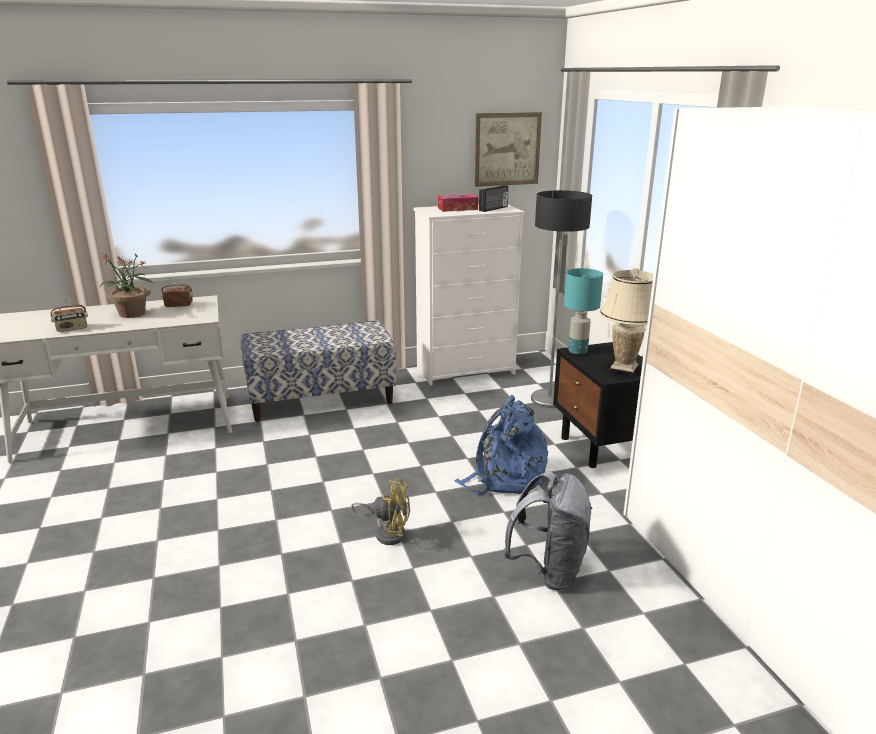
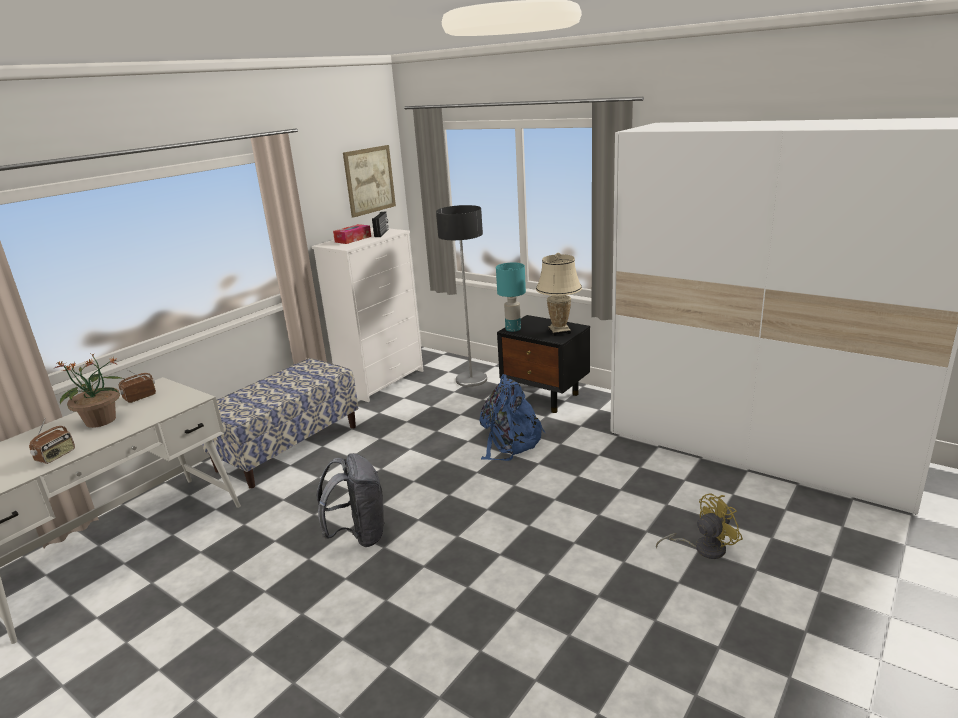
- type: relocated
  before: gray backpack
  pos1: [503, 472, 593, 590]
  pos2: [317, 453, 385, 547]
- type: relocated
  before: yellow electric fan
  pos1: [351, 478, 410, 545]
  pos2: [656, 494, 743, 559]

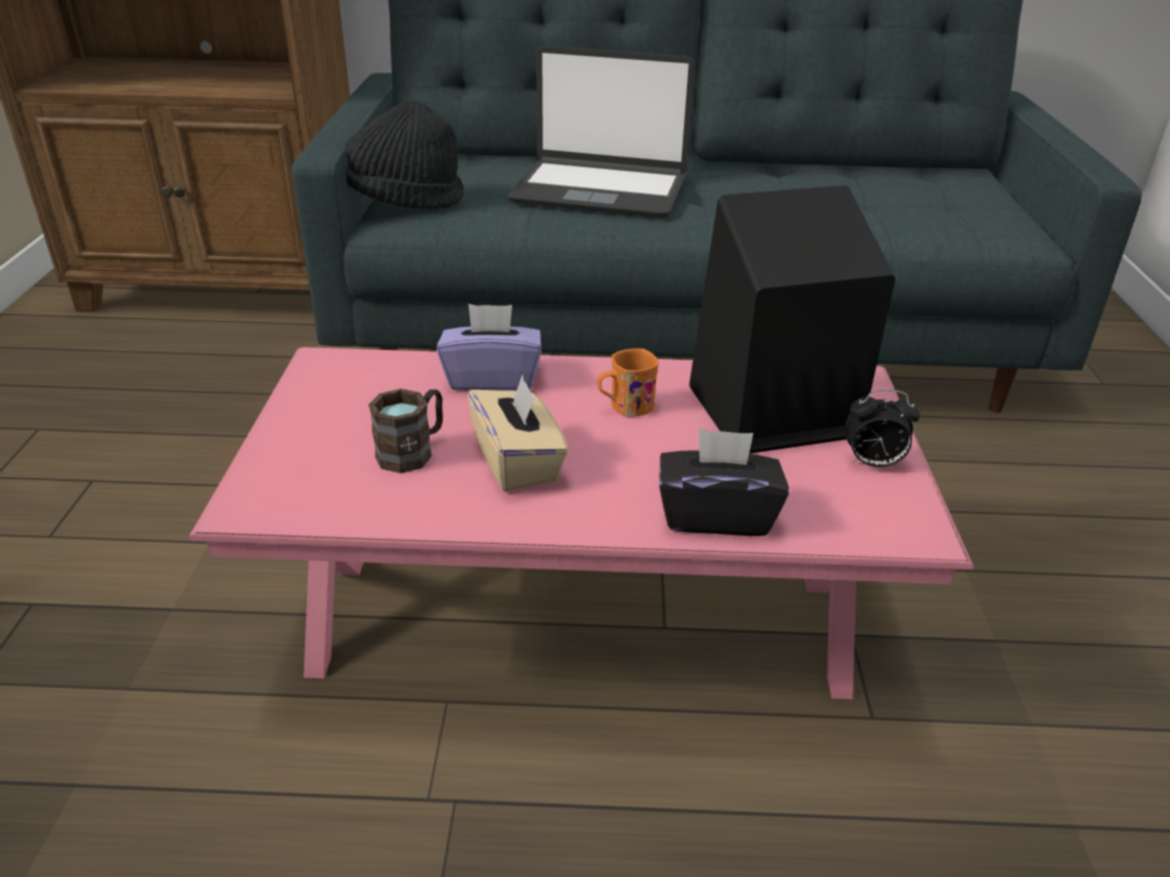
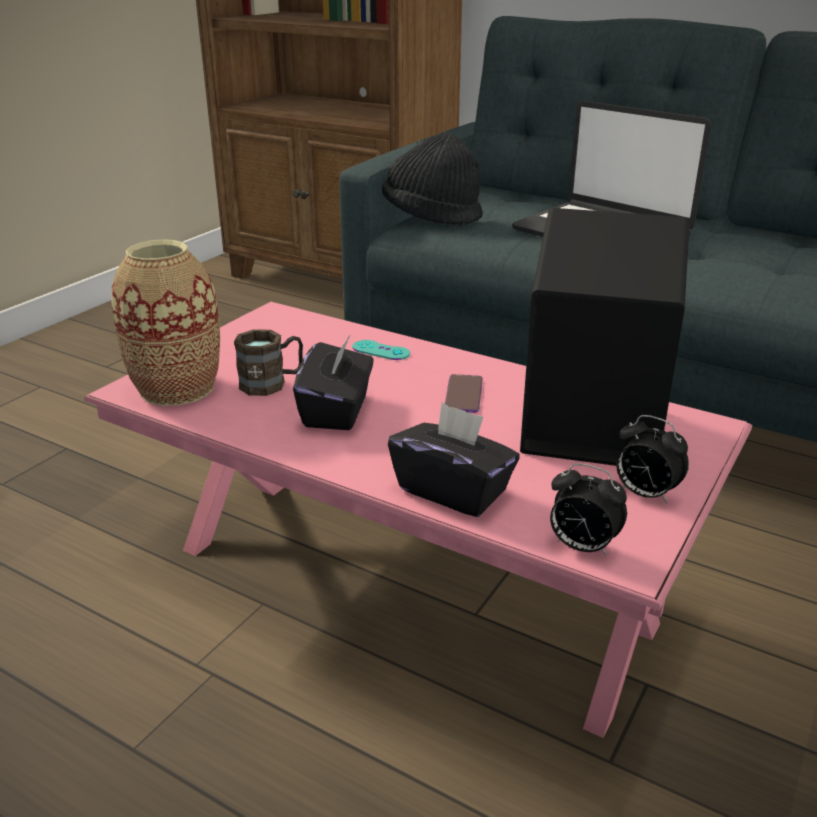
- type: exchanged
  before: purple box of tissues
  after: turquoise joypad
  pos1: [437, 304, 542, 391]
  pos2: [352, 340, 410, 360]
- type: exchanged
  before: orange mug
  after: handset
  pos1: [598, 348, 659, 417]
  pos2: [445, 374, 483, 413]
- type: colour
  before: beige box of tissues
  after: blackish box of tissues
  pos1: [468, 374, 569, 492]
  pos2: [293, 334, 374, 430]
- type: appeared
  after: vase
  pos2: [111, 239, 220, 406]
- type: appeared
  after: table clock
  pos2: [550, 463, 627, 557]

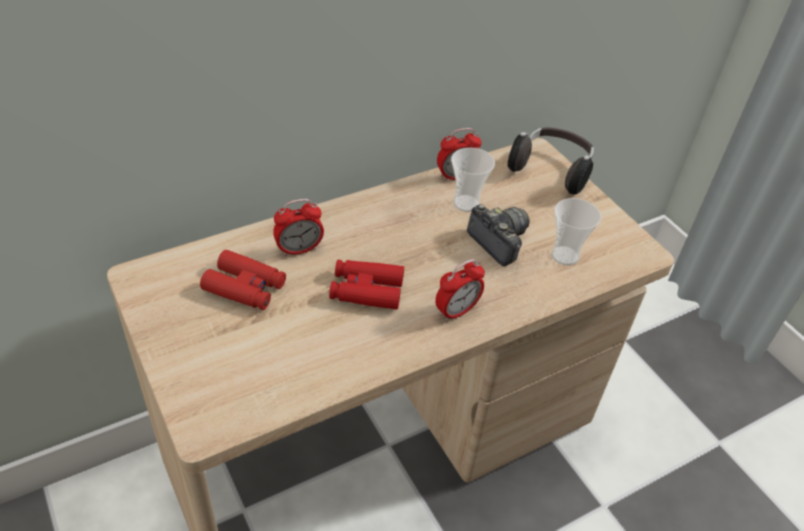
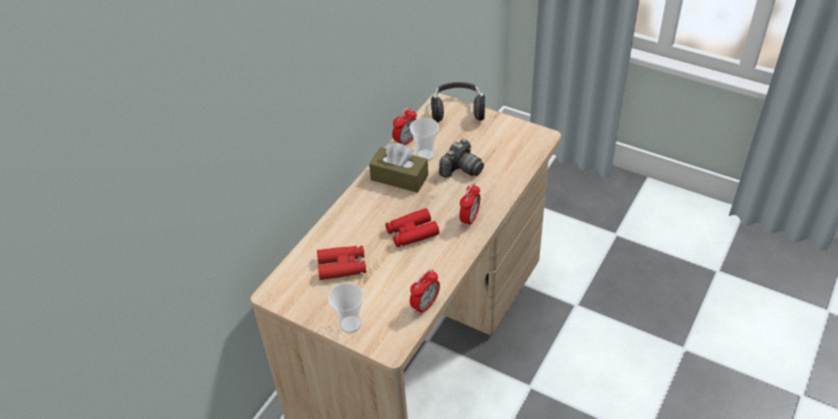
- type: relocated
  before: small cup
  pos1: [551, 198, 601, 266]
  pos2: [328, 283, 364, 333]
- type: relocated
  before: table clock
  pos1: [273, 199, 324, 257]
  pos2: [410, 269, 440, 315]
- type: spun
  before: photo camera
  pos1: [467, 204, 530, 266]
  pos2: [439, 139, 484, 178]
  turn: 105
- type: appeared
  after: brown box of tissues
  pos2: [369, 143, 428, 193]

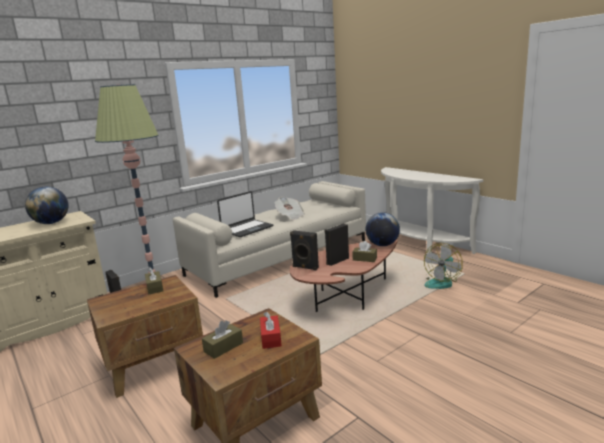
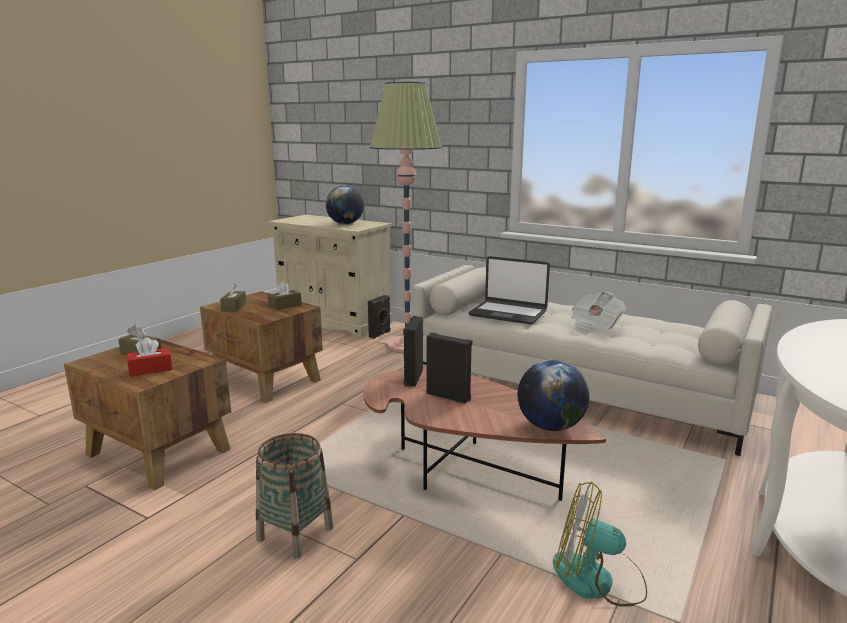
- type: relocated
  before: brown box of tissues
  pos1: [352, 241, 377, 262]
  pos2: [220, 283, 246, 312]
- type: appeared
  after: household basket
  pos2: [256, 433, 333, 558]

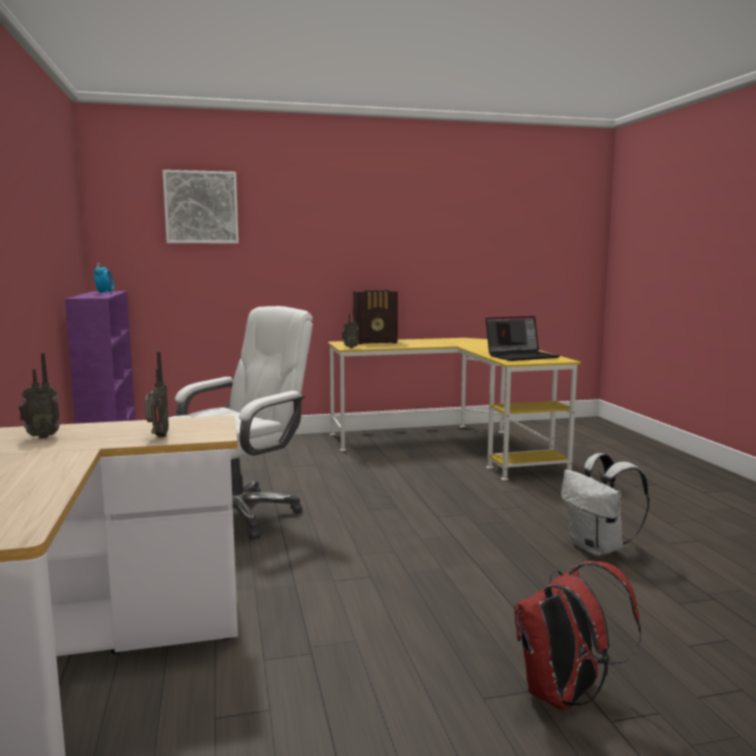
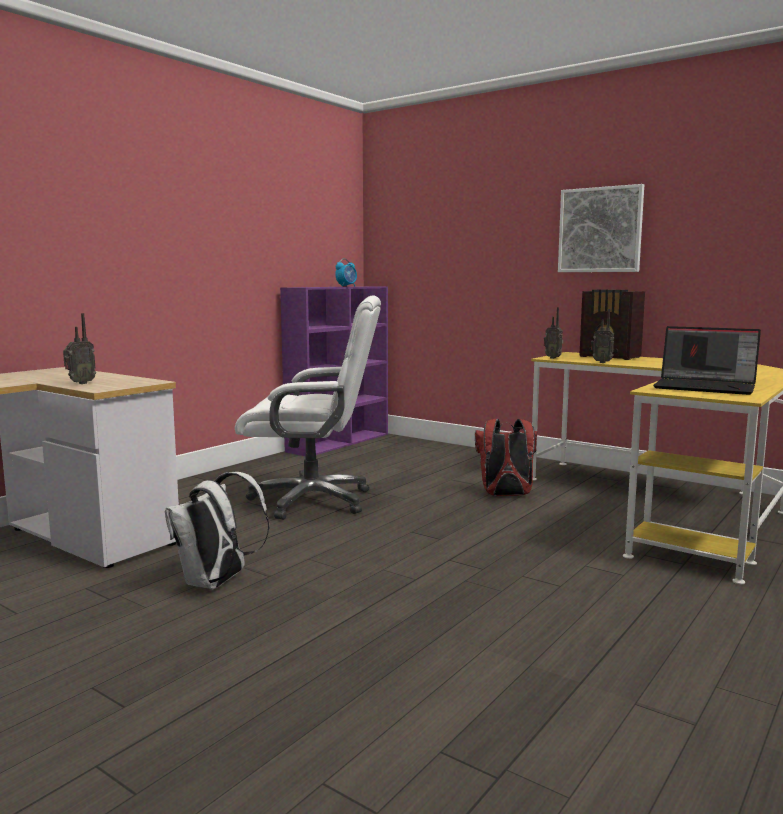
- type: relocated
  before: picture
  pos1: [163, 170, 239, 243]
  pos2: [558, 184, 644, 272]
- type: relocated
  before: radio receiver
  pos1: [18, 352, 60, 439]
  pos2: [591, 309, 614, 363]
- type: relocated
  before: white-coloured backpack
  pos1: [561, 453, 650, 556]
  pos2: [165, 472, 270, 589]
- type: relocated
  before: red-coloured backpack
  pos1: [515, 561, 641, 711]
  pos2: [475, 419, 537, 496]

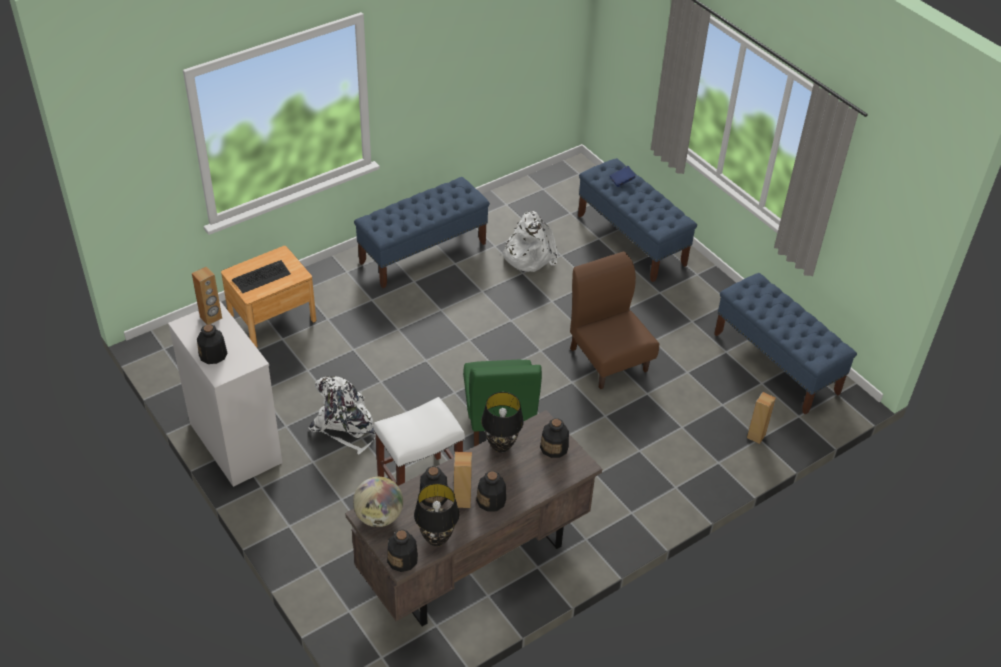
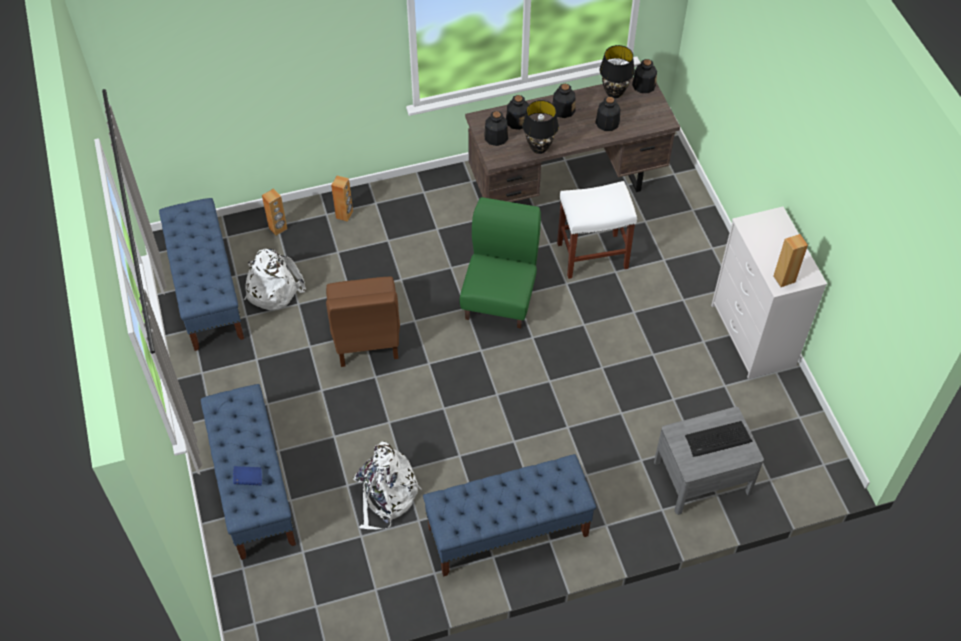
- type: colour
  before: brown bedside table
  after: gray bedside table
  pos1: [221, 246, 316, 348]
  pos2: [654, 407, 764, 515]
- type: relocated
  before: bottle
  pos1: [197, 324, 227, 364]
  pos2: [506, 95, 530, 130]
- type: relocated
  before: white-coloured backpack
  pos1: [309, 376, 376, 455]
  pos2: [244, 249, 306, 310]
- type: relocated
  before: brown audio speaker
  pos1: [453, 452, 472, 508]
  pos2: [331, 176, 353, 222]
- type: missing
  before: desk globe
  pos1: [353, 477, 403, 527]

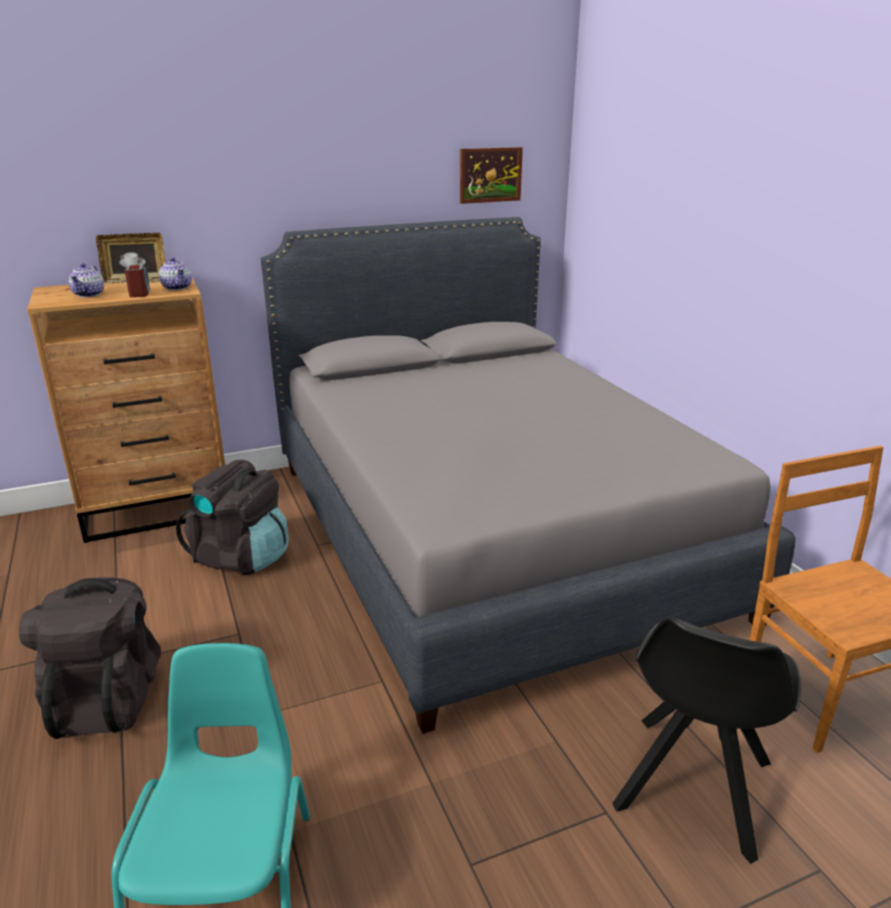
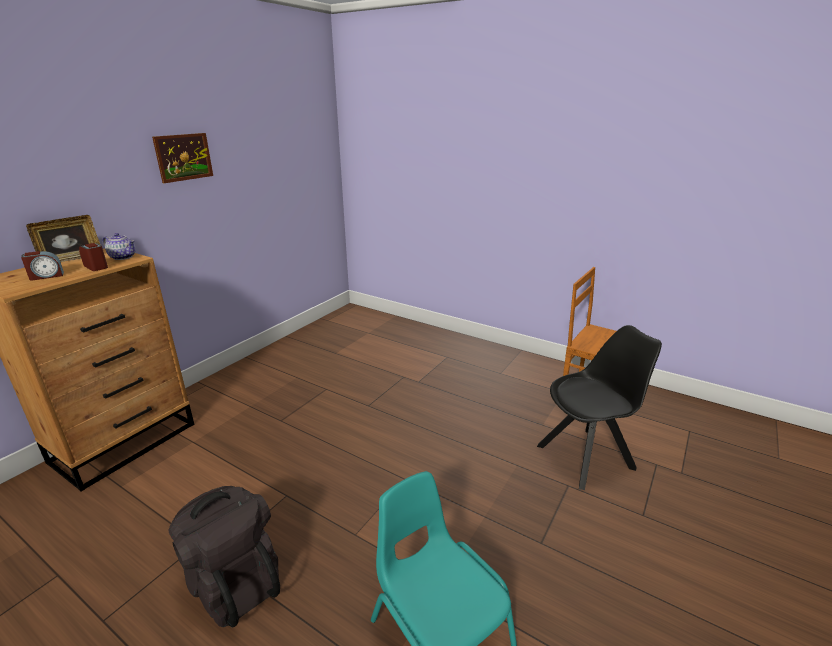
- type: relocated
  before: picture
  pos1: [460, 147, 523, 204]
  pos2: [152, 133, 213, 183]
- type: missing
  before: gray bed
  pos1: [261, 217, 796, 734]
- type: exchanged
  before: tea pot
  after: table clock
  pos1: [69, 263, 104, 297]
  pos2: [21, 251, 64, 280]
- type: missing
  before: blackish backpack
  pos1: [176, 460, 289, 575]
- type: spun
  before: blackish upright chair
  pos1: [612, 616, 801, 864]
  pos2: [537, 325, 662, 490]
  turn: -105

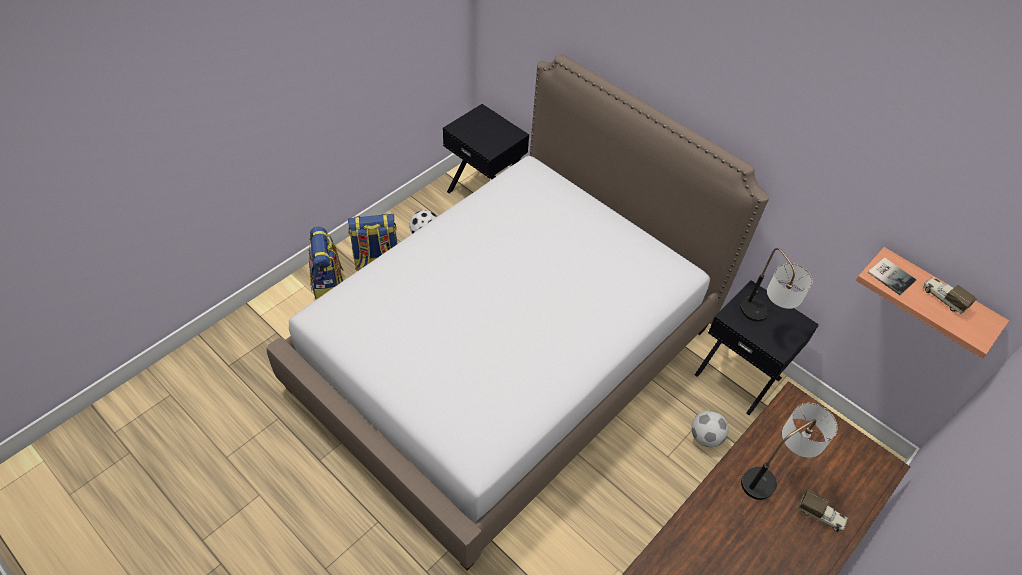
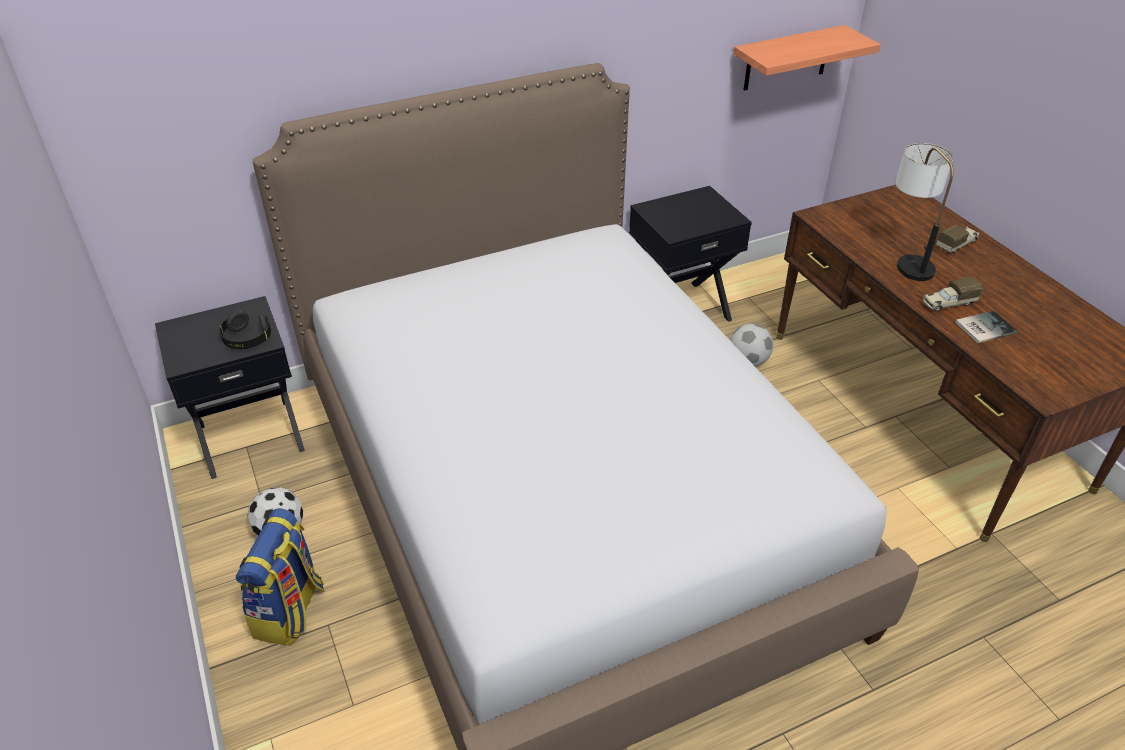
- type: missing
  before: backpack
  pos1: [308, 227, 344, 300]
- type: missing
  before: tabletop lamp
  pos1: [740, 248, 812, 322]
- type: relocated
  before: bound book
  pos1: [867, 257, 917, 295]
  pos2: [955, 311, 1018, 343]
- type: relocated
  before: toy truck
  pos1: [923, 277, 977, 314]
  pos2: [923, 277, 983, 312]
- type: appeared
  after: blackish pair of headphones
  pos2: [220, 311, 271, 349]

